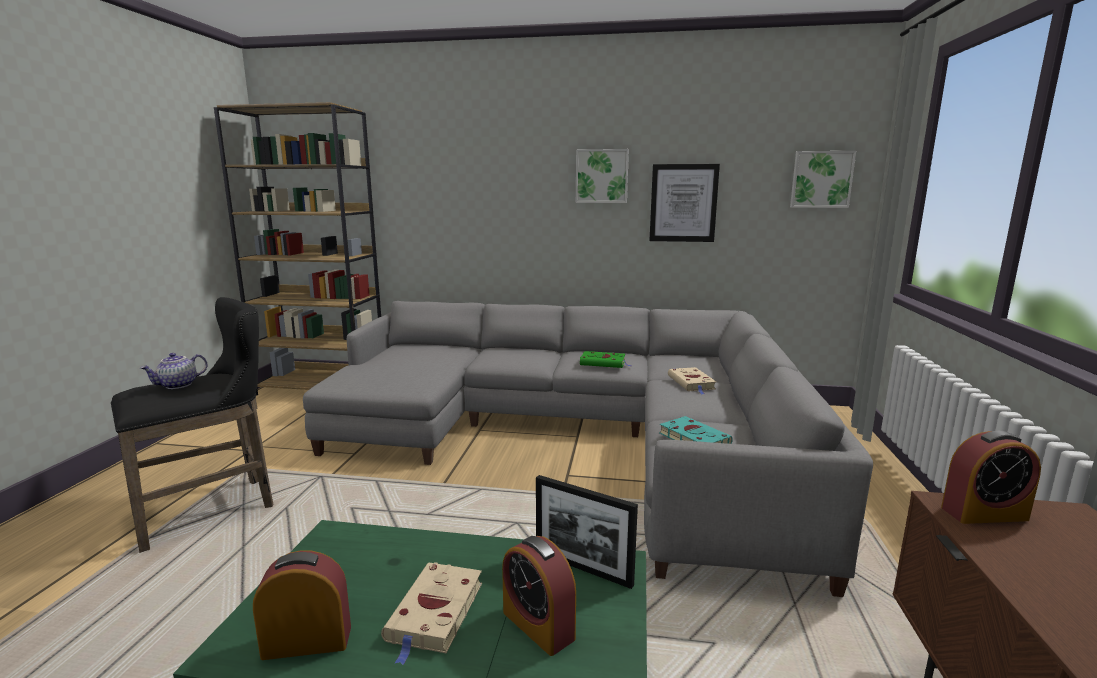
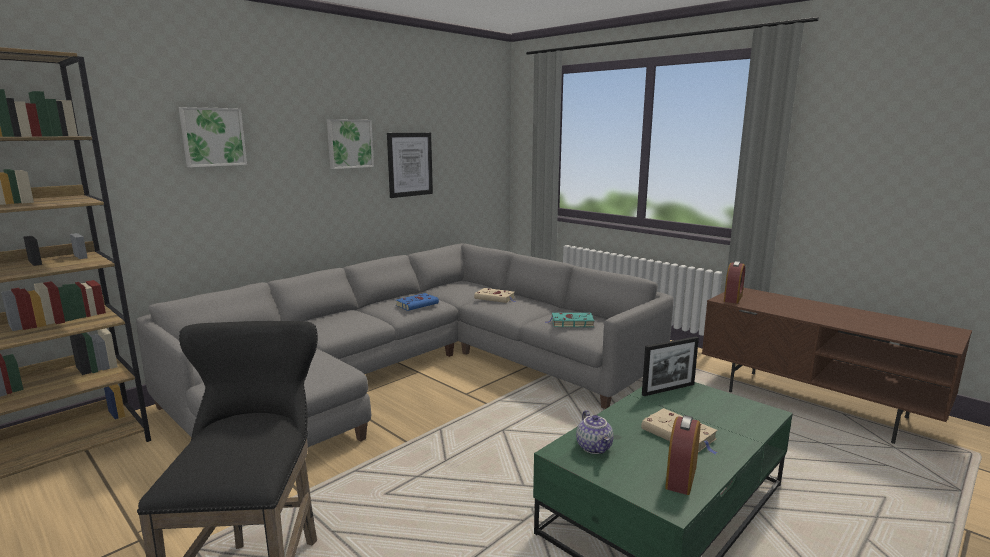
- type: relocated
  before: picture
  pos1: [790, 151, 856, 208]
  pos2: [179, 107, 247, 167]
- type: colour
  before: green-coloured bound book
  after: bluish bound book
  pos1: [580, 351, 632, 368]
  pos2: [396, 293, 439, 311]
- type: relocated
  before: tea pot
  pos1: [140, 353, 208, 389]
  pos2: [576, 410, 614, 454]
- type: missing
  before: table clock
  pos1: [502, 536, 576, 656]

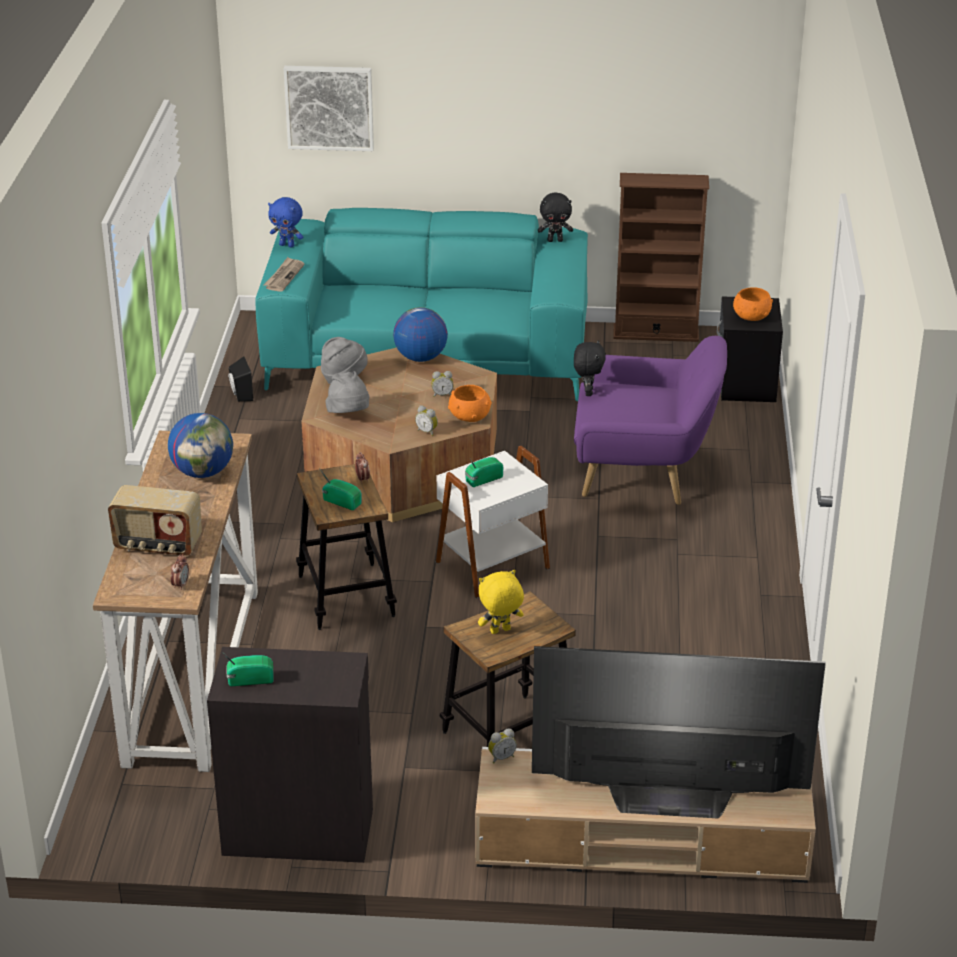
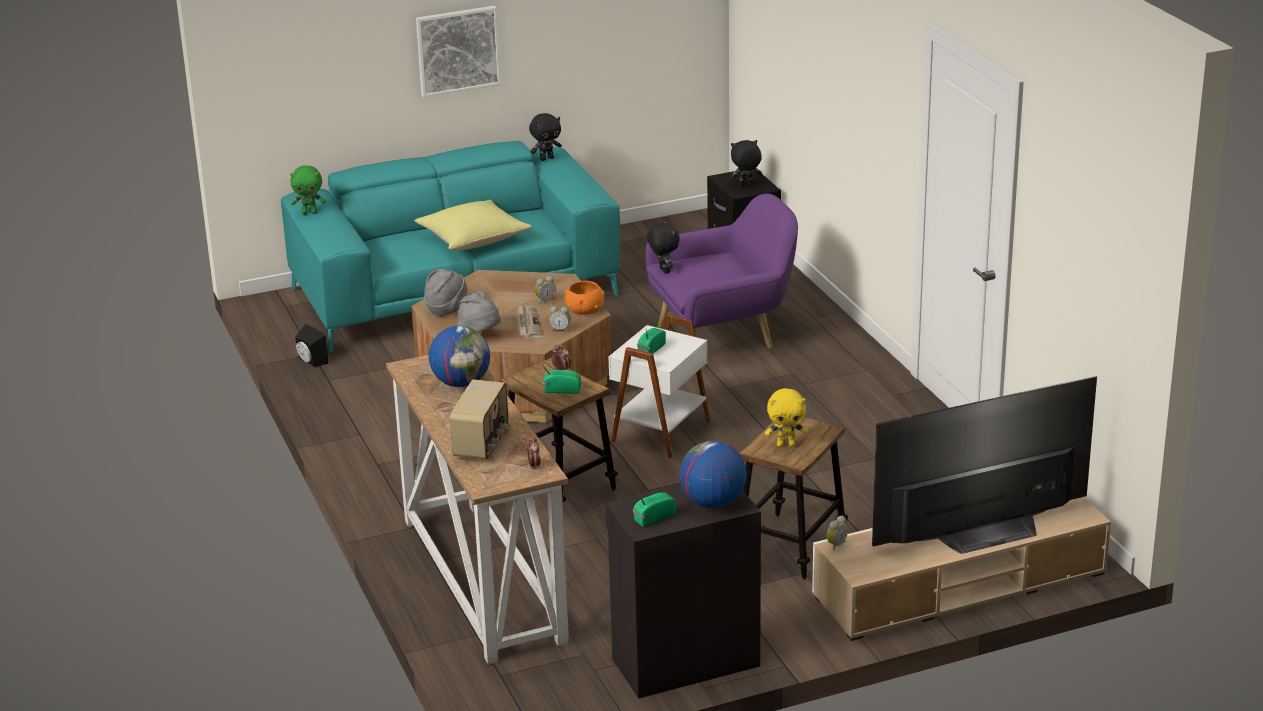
- type: relocated
  before: picture
  pos1: [284, 66, 374, 151]
  pos2: [416, 6, 501, 98]
- type: missing
  before: brown bookcase
  pos1: [613, 173, 709, 342]
- type: colour
  before: bluish cuddly toy
  after: green-coloured cuddly toy
  pos1: [268, 197, 303, 248]
  pos2: [290, 165, 326, 214]
- type: relocated
  before: daily paper
  pos1: [264, 257, 304, 292]
  pos2: [516, 305, 543, 338]
- type: exchanged
  before: orange bowl
  after: blackish cuddly toy
  pos1: [733, 287, 773, 321]
  pos2: [730, 140, 762, 187]
- type: relocated
  before: desk globe
  pos1: [393, 307, 448, 362]
  pos2: [680, 441, 747, 508]
- type: spun
  before: radio receiver
  pos1: [108, 485, 202, 556]
  pos2: [450, 379, 508, 459]
  turn: -60
- type: spun
  before: yellow cuddly toy
  pos1: [478, 570, 524, 634]
  pos2: [765, 388, 808, 447]
  turn: -135
- type: appeared
  after: yellow throw pillow
  pos2: [414, 200, 532, 250]

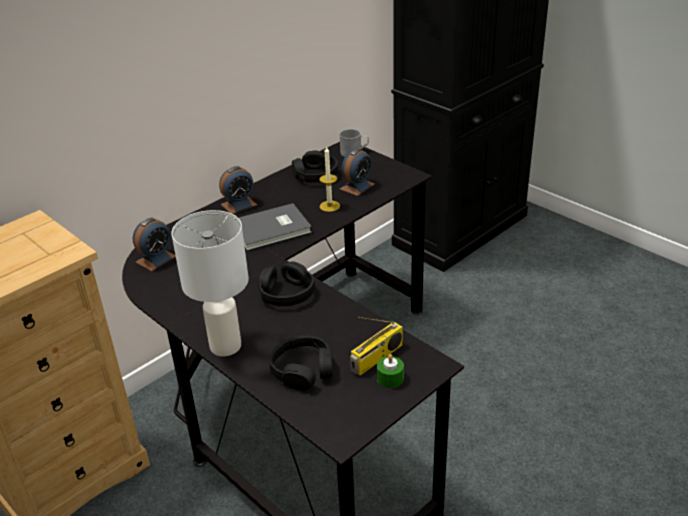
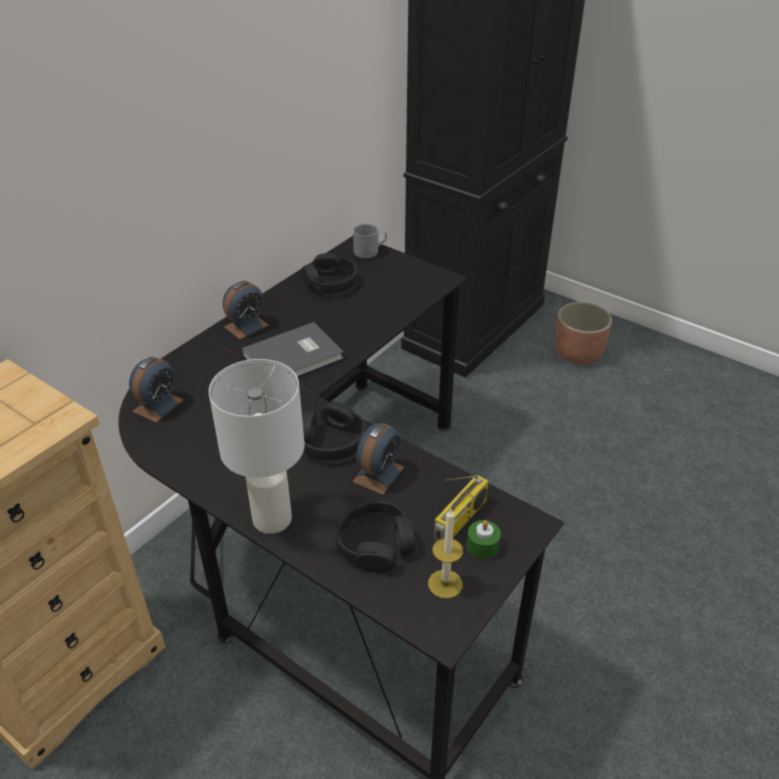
- type: relocated
  before: wax candle
  pos1: [319, 146, 340, 212]
  pos2: [428, 508, 463, 599]
- type: relocated
  before: table clock
  pos1: [340, 148, 374, 196]
  pos2: [352, 423, 404, 495]
- type: appeared
  after: plant pot
  pos2: [555, 302, 612, 365]

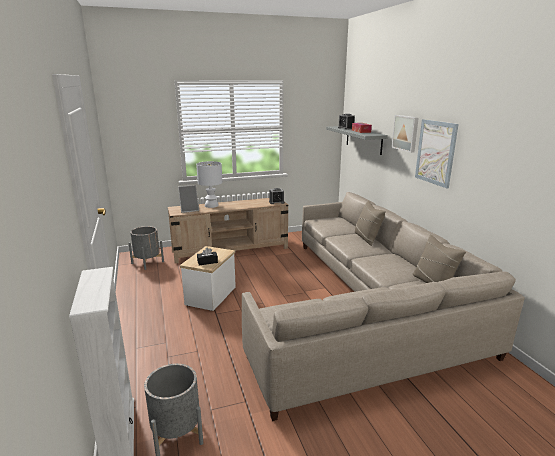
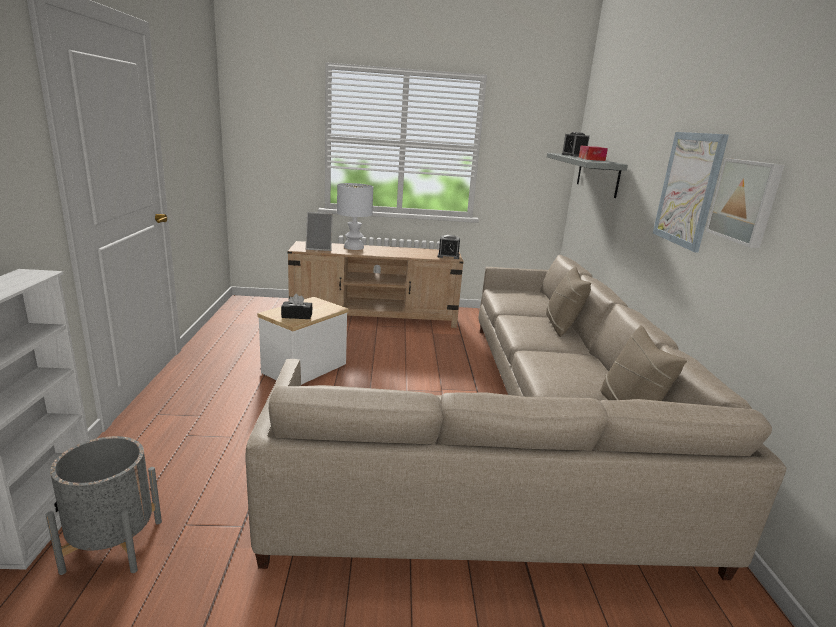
- type: relocated
  before: picture
  pos1: [392, 115, 419, 153]
  pos2: [706, 158, 785, 248]
- type: missing
  before: gray plant pot
  pos1: [128, 226, 164, 270]

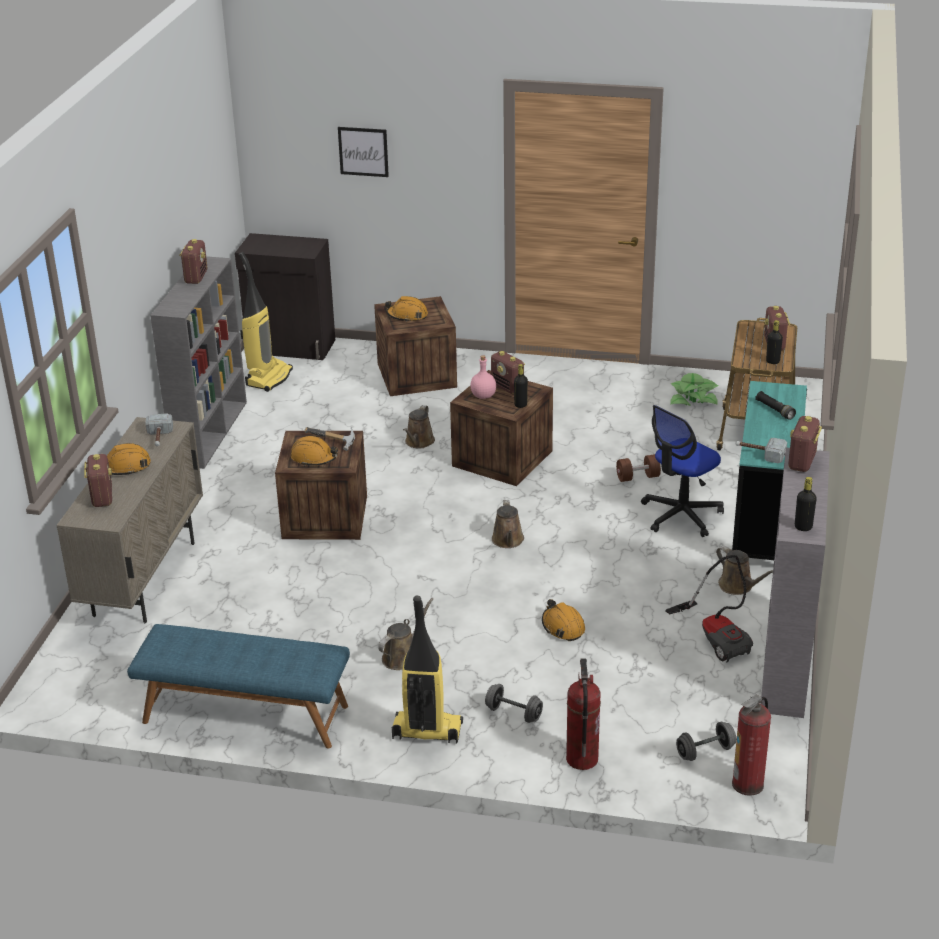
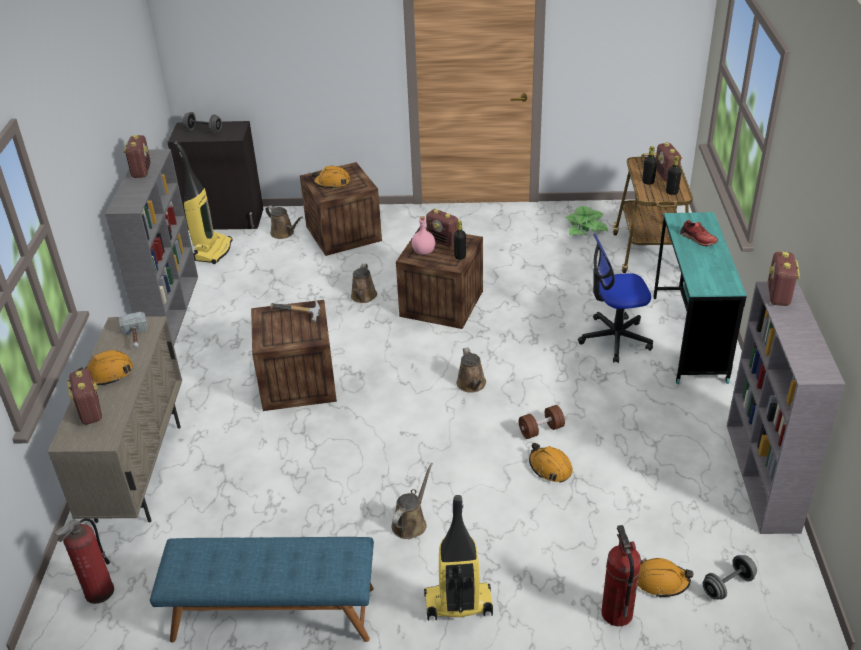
- type: missing
  before: picture
  pos1: [338, 127, 389, 177]
- type: exchanged
  before: blackish flashlight
  after: red-coloured shoe
  pos1: [755, 391, 796, 420]
  pos2: [680, 220, 718, 246]
- type: spun
  before: office chair
  pos1: [641, 405, 724, 537]
  pos2: [578, 234, 653, 363]
  turn: 45
- type: relocated
  before: orange safety helmet
  pos1: [291, 436, 338, 466]
  pos2: [637, 558, 693, 598]
- type: missing
  before: hand hammer
  pos1: [735, 438, 787, 463]
- type: relocated
  before: brown dumbbell
  pos1: [616, 454, 661, 482]
  pos2: [519, 405, 565, 439]
- type: relocated
  before: blackish bottle
  pos1: [795, 477, 817, 531]
  pos2: [642, 146, 657, 184]
- type: relocated
  before: brown sprinkling can
  pos1: [716, 546, 773, 595]
  pos2: [266, 206, 303, 239]
- type: missing
  before: vacuum
  pos1: [665, 555, 753, 663]
- type: relocated
  before: gray dumbbell
  pos1: [485, 684, 543, 723]
  pos2: [183, 112, 222, 133]
- type: relocated
  before: fire extinguisher
  pos1: [732, 695, 771, 796]
  pos2: [54, 518, 114, 604]

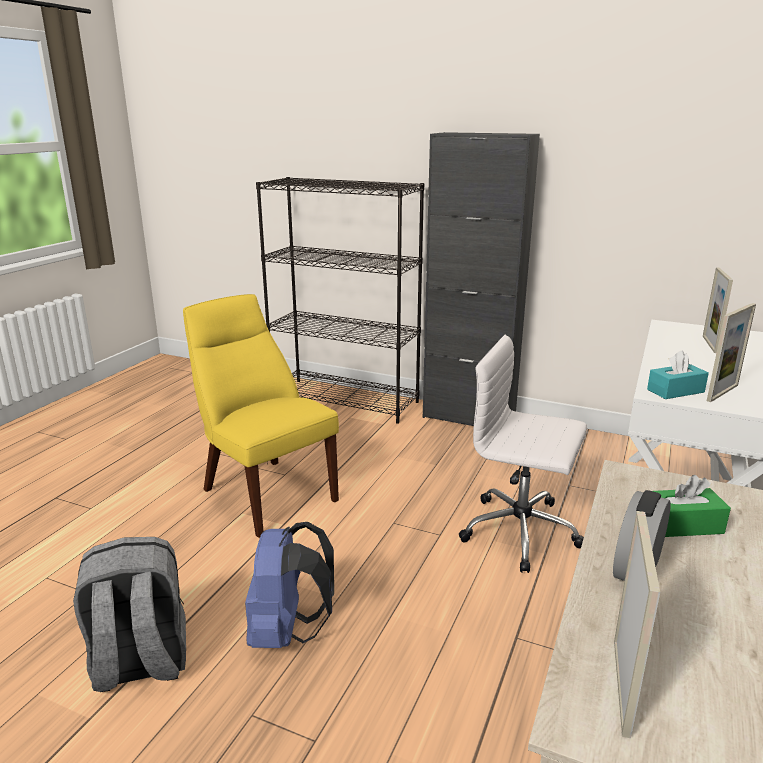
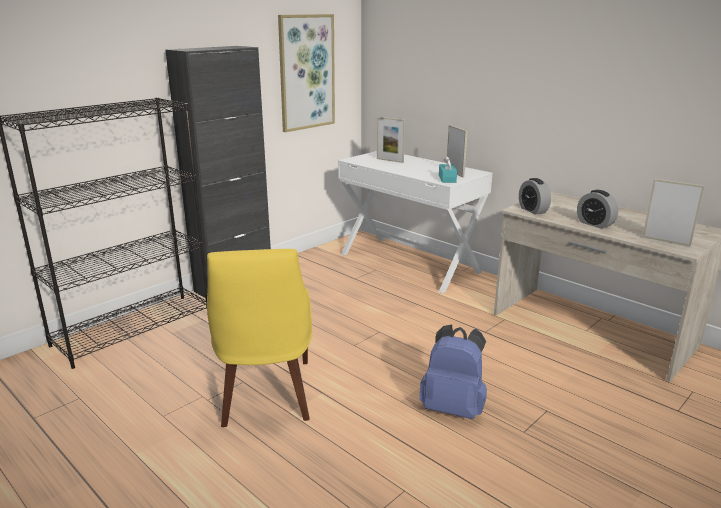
- type: spun
  before: yellow upright chair
  pos1: [183, 294, 339, 538]
  pos2: [207, 249, 312, 427]
  turn: -75
- type: missing
  before: white-coloured office chair
  pos1: [459, 335, 587, 573]
- type: missing
  before: green-coloured box of tissues
  pos1: [653, 475, 731, 537]
- type: missing
  before: gray backpack
  pos1: [73, 537, 186, 692]
- type: appeared
  after: picture
  pos2: [278, 14, 335, 132]
- type: appeared
  after: table clock
  pos2: [519, 178, 551, 215]

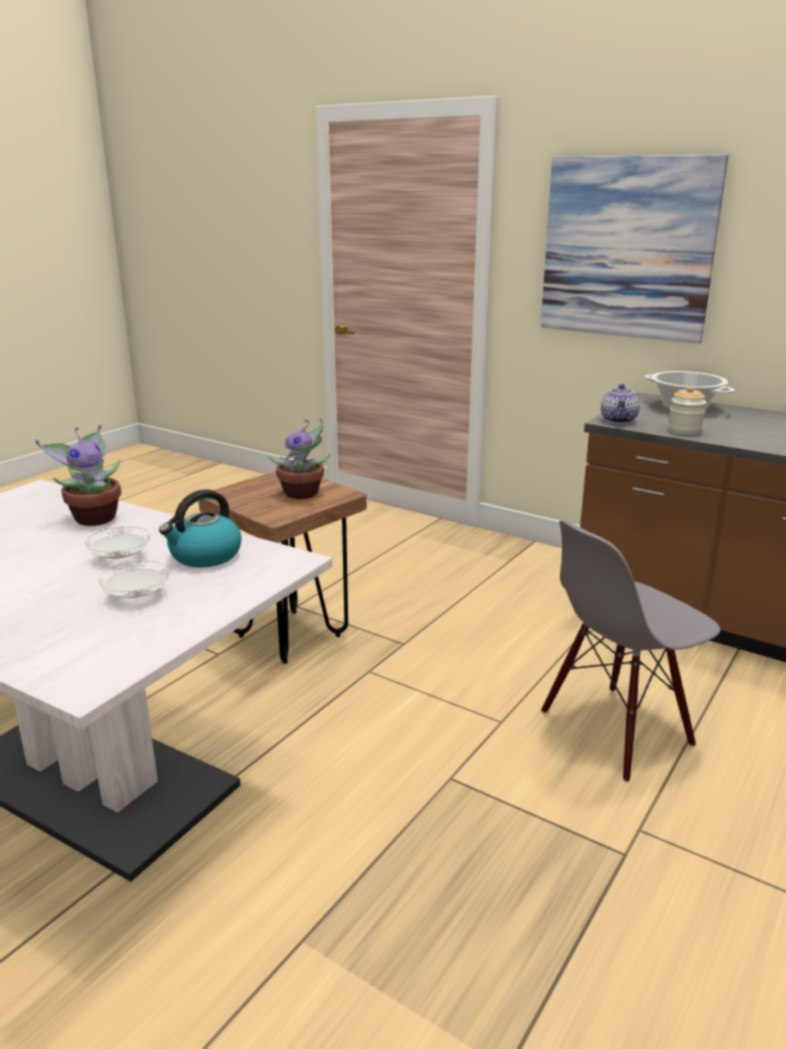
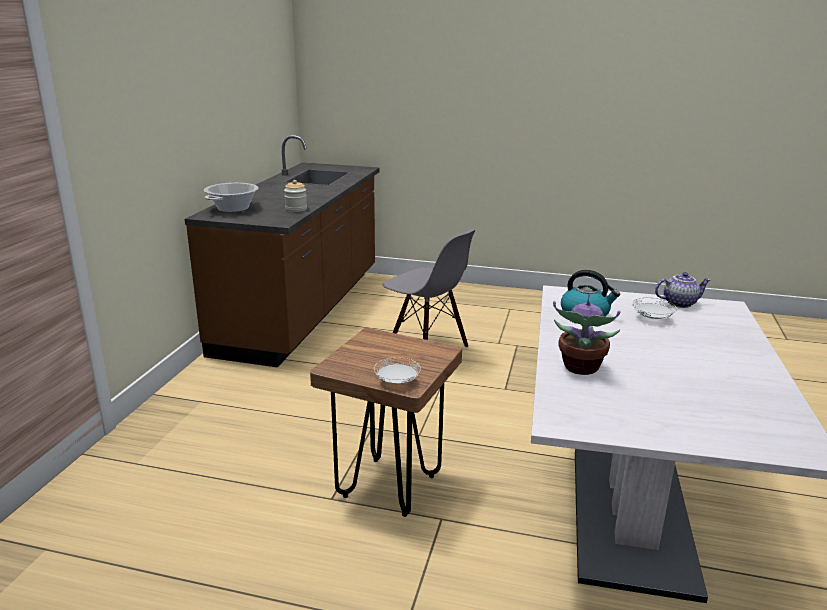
- type: missing
  before: picture
  pos1: [541, 154, 729, 344]
- type: relocated
  before: tea pot
  pos1: [601, 384, 640, 424]
  pos2: [655, 272, 711, 308]
- type: missing
  before: plant in a pot
  pos1: [268, 418, 330, 499]
- type: relocated
  before: white-coloured flat dish
  pos1: [85, 526, 151, 559]
  pos2: [374, 357, 421, 384]

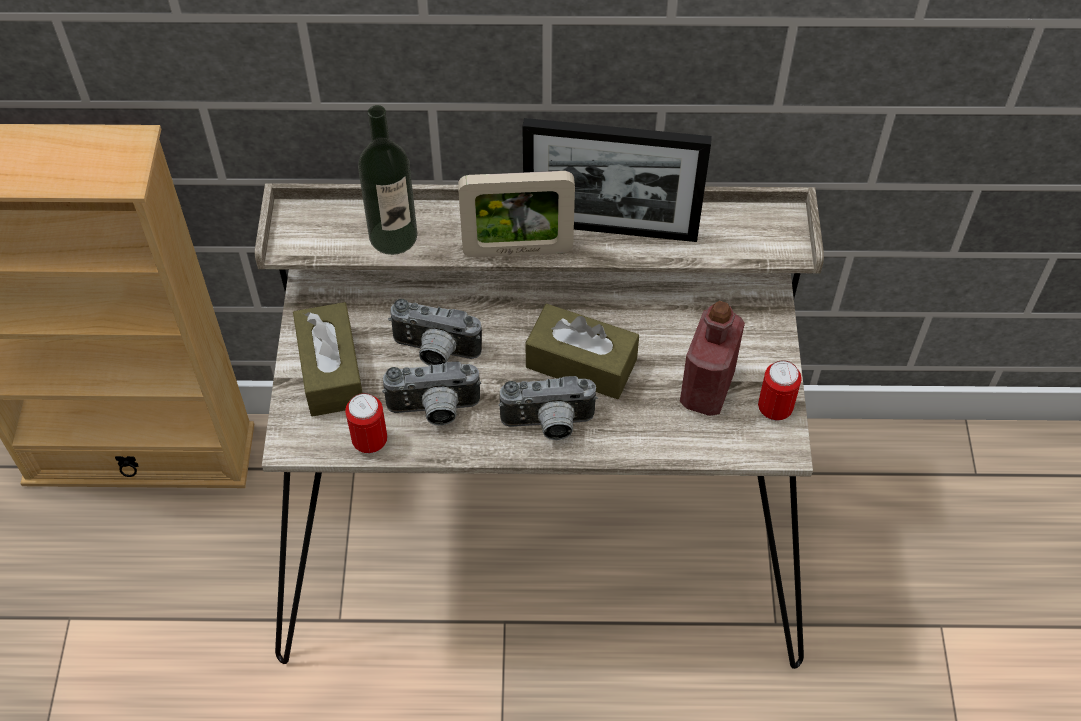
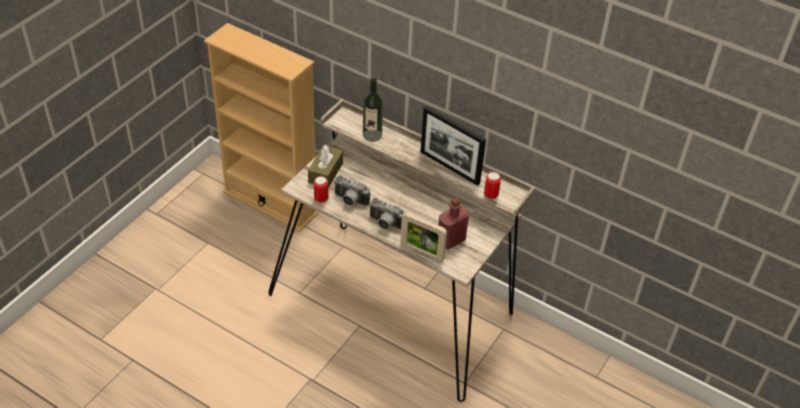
- type: relocated
  before: standing frame
  pos1: [458, 171, 575, 257]
  pos2: [400, 212, 447, 263]
- type: missing
  before: photo camera
  pos1: [388, 299, 482, 366]
- type: missing
  before: brown box of tissues
  pos1: [525, 304, 639, 399]
- type: relocated
  before: sealed can
  pos1: [758, 360, 802, 421]
  pos2: [484, 172, 501, 200]

